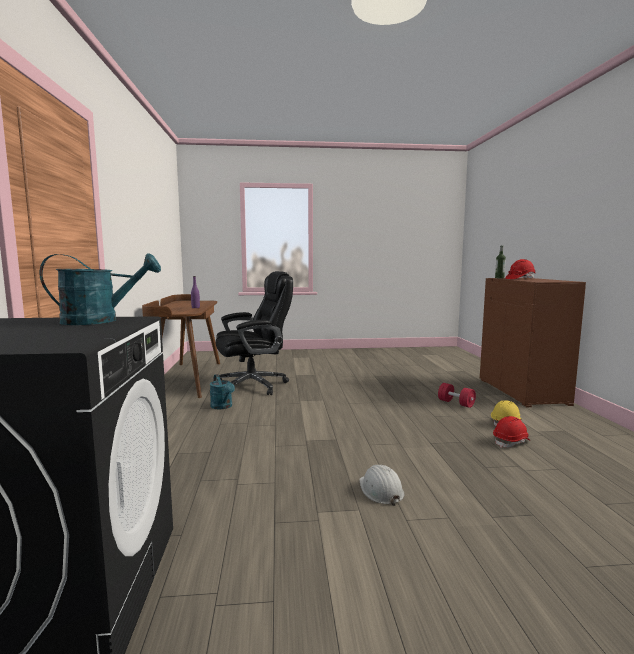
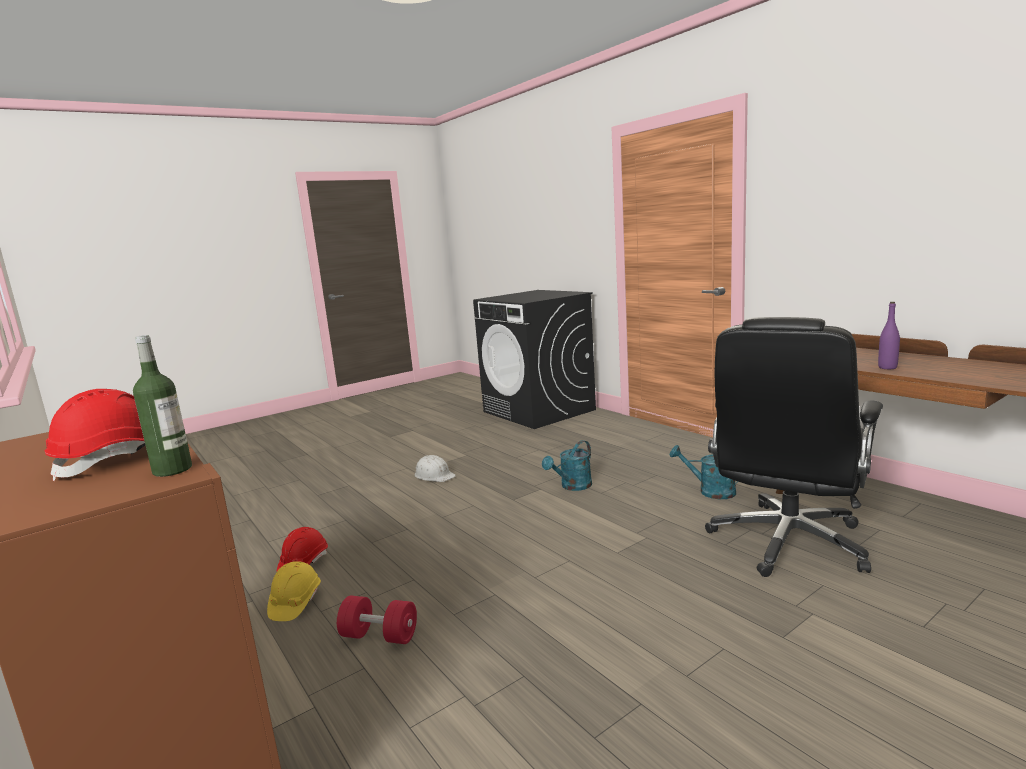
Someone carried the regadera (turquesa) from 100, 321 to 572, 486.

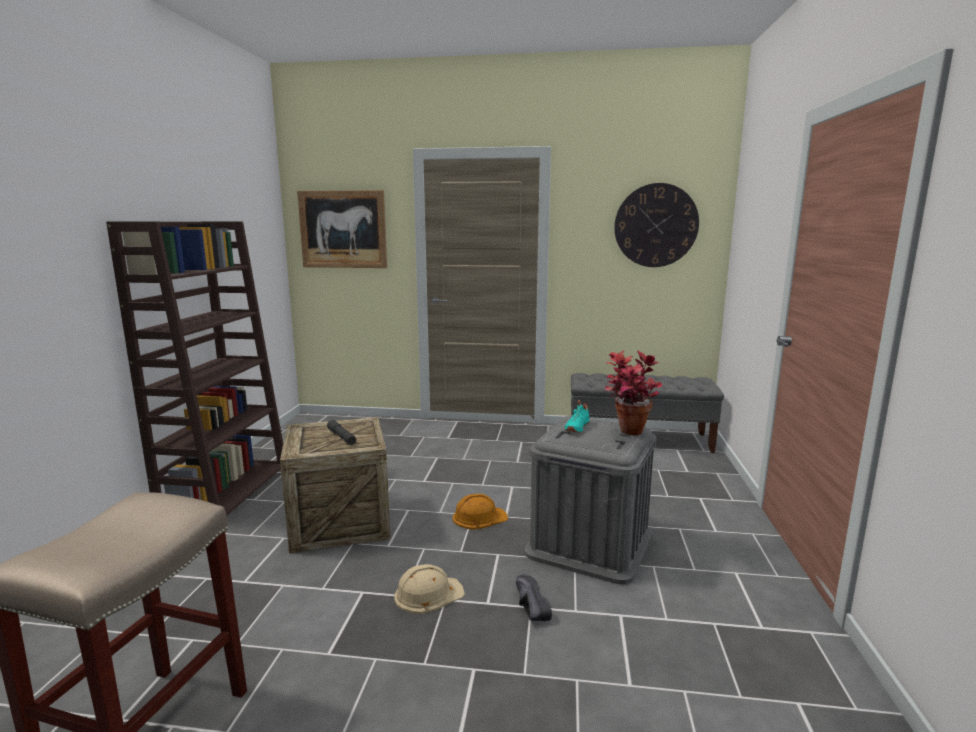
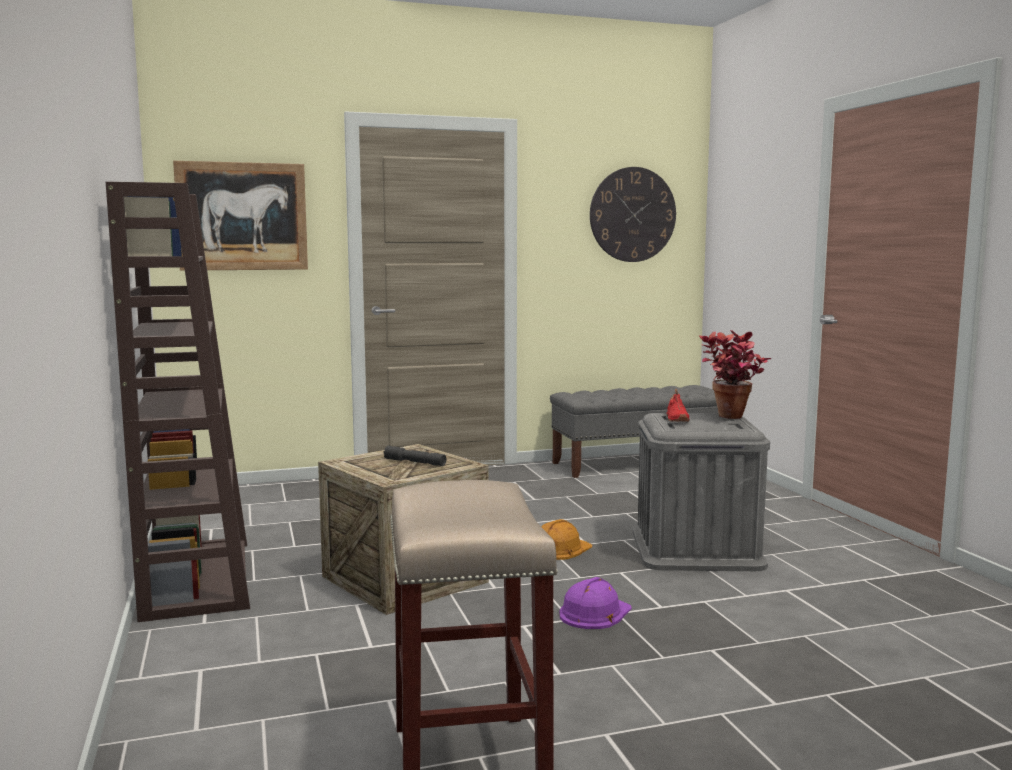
Someone repainted the zapato (turquesa) at 576, 427, which became the zapato (rojo) at 676, 419.
Someone repainted the casco (beis) at 428, 594, which became the casco (morado) at 594, 613.
Someone took away the zapato (negro) at 527, 608.

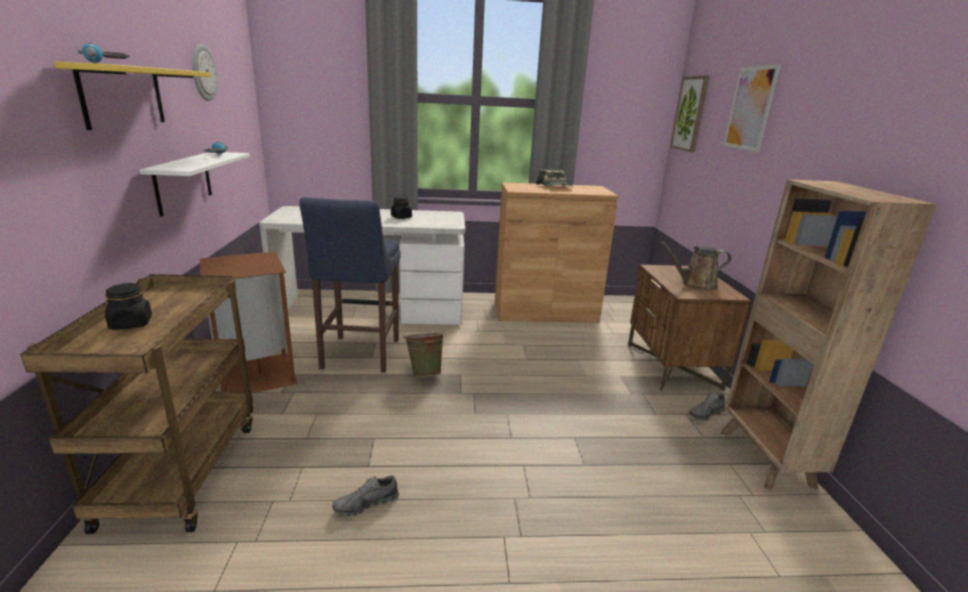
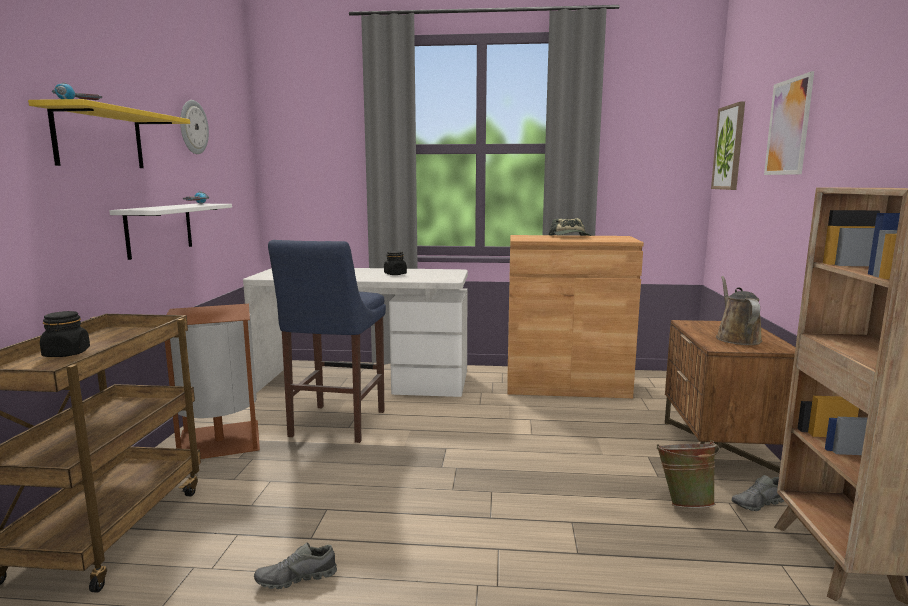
Someone rotated the regadera (marrón) at 695, 284 by 90 degrees clockwise.
Someone carried the cubo (verde) from 425, 373 to 684, 502.

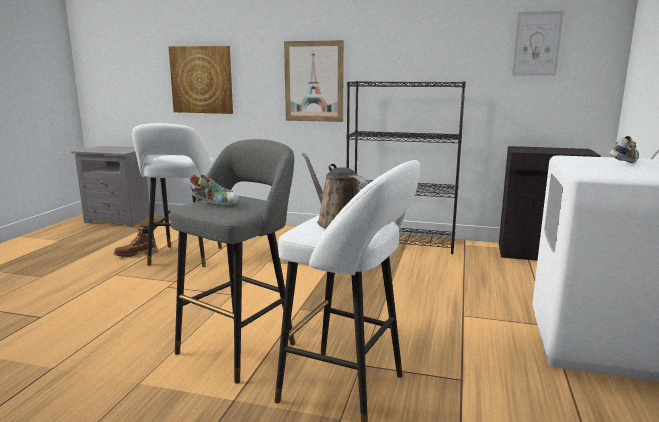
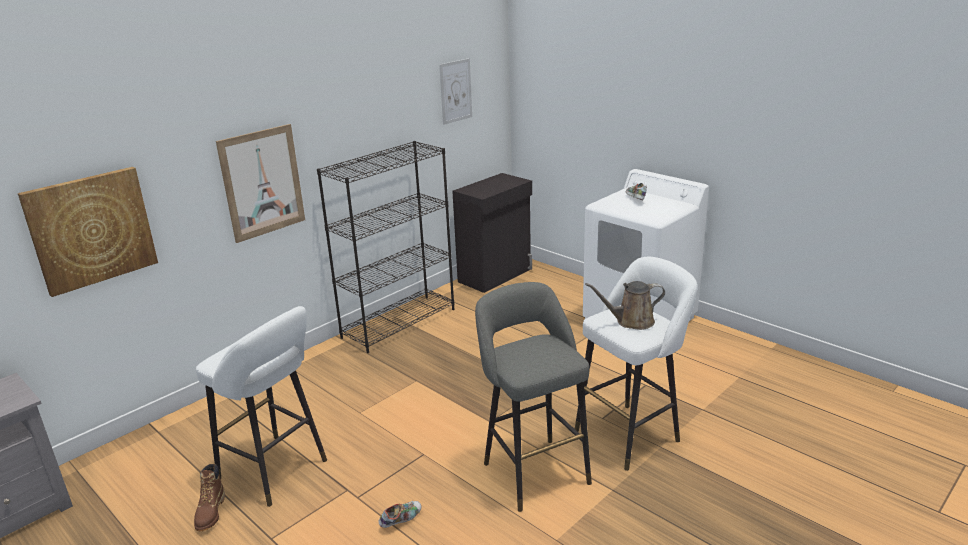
Someone carried the zapato from 215, 203 to 401, 520.

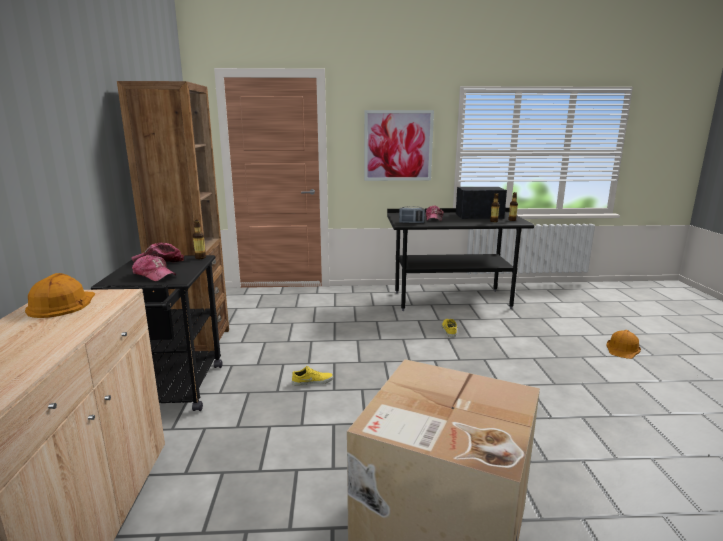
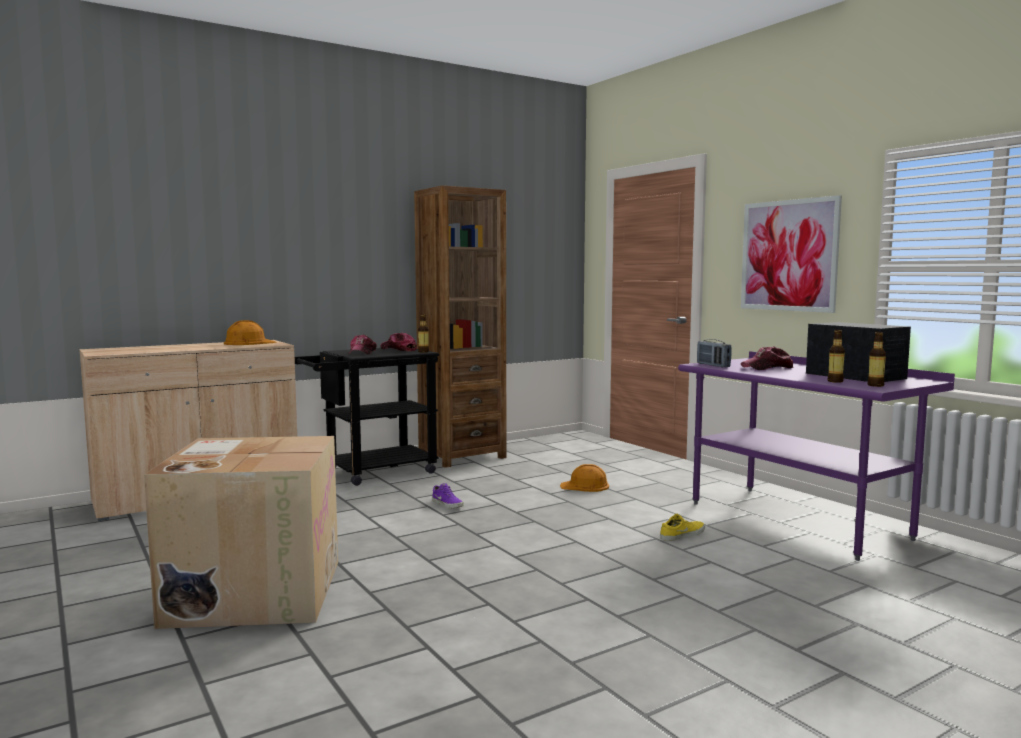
Someone repainted the escritorio (negro) at 451, 300, which became the escritorio (morado) at 797, 520.
Someone carried the casco (naranja) from 623, 349 to 585, 486.
Someone repainted the zapato (amarillo) at 312, 381, which became the zapato (morado) at 448, 504.

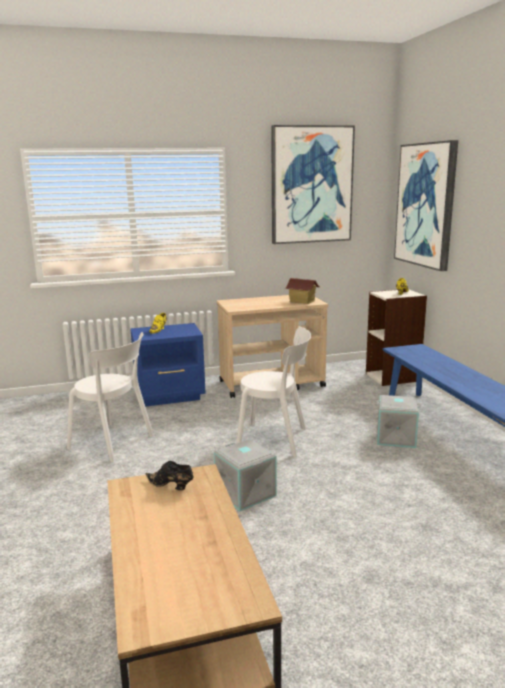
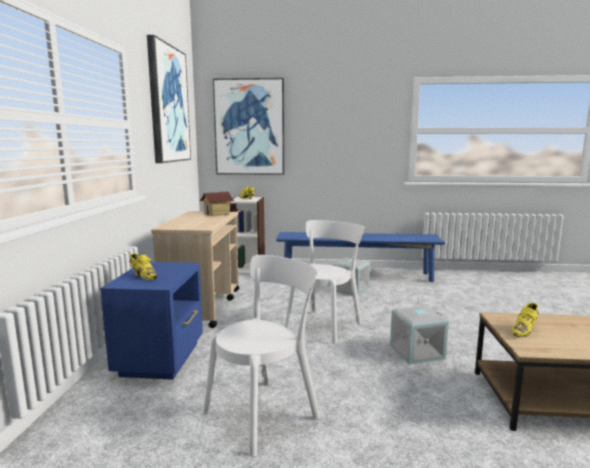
Someone repainted the zapato (negro) at 171, 486, which became the zapato (amarillo) at 525, 330.

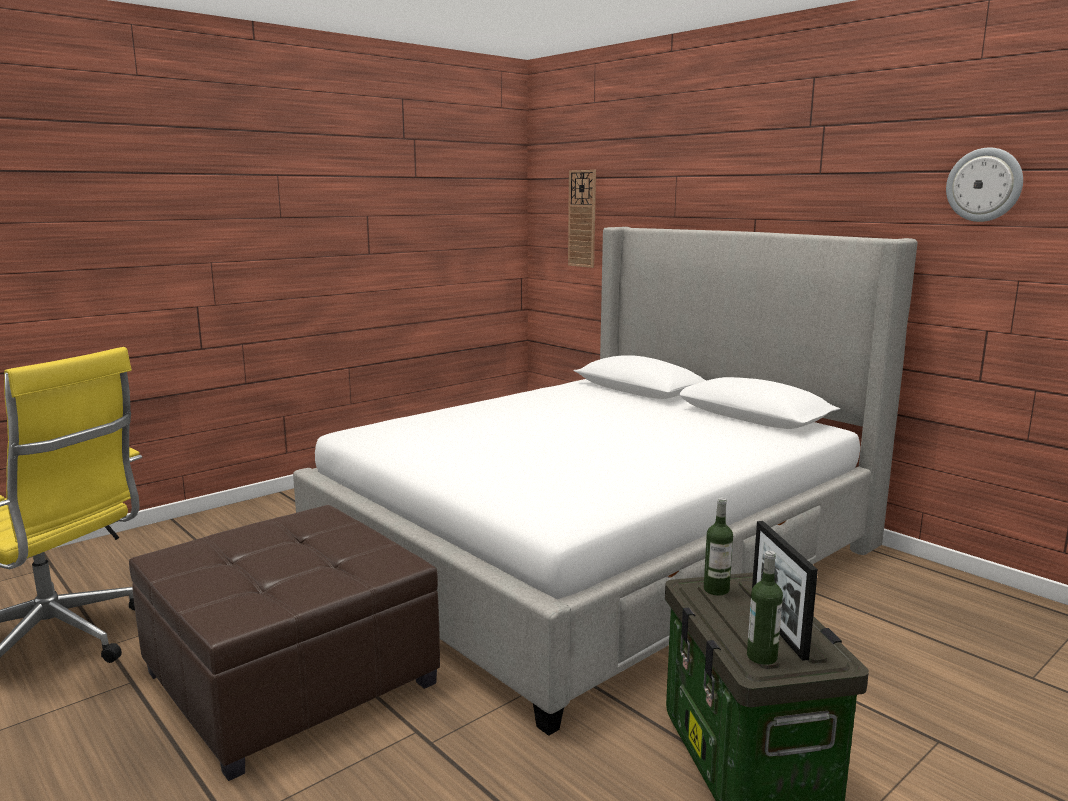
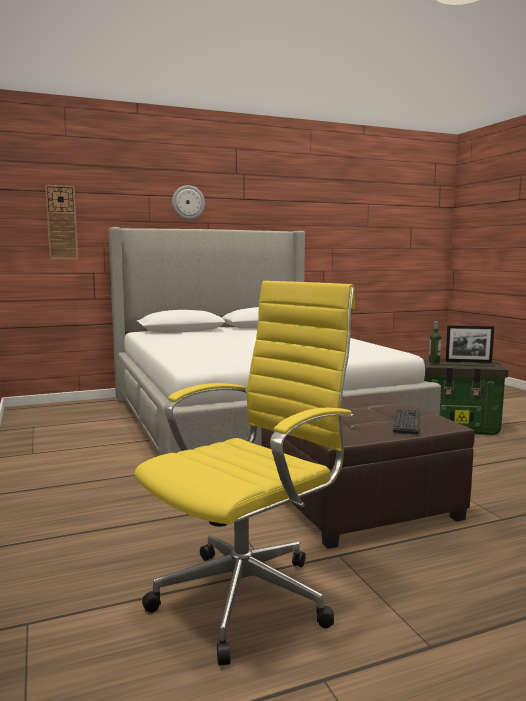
Someone carried the reloj de pared from 984, 185 to 188, 202.
Someone took away the botella at 762, 657.
Someone put down the teclado at 407, 422.

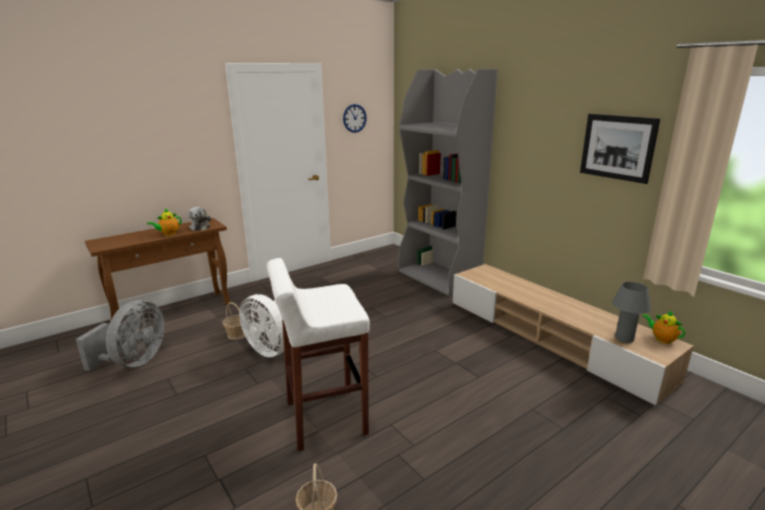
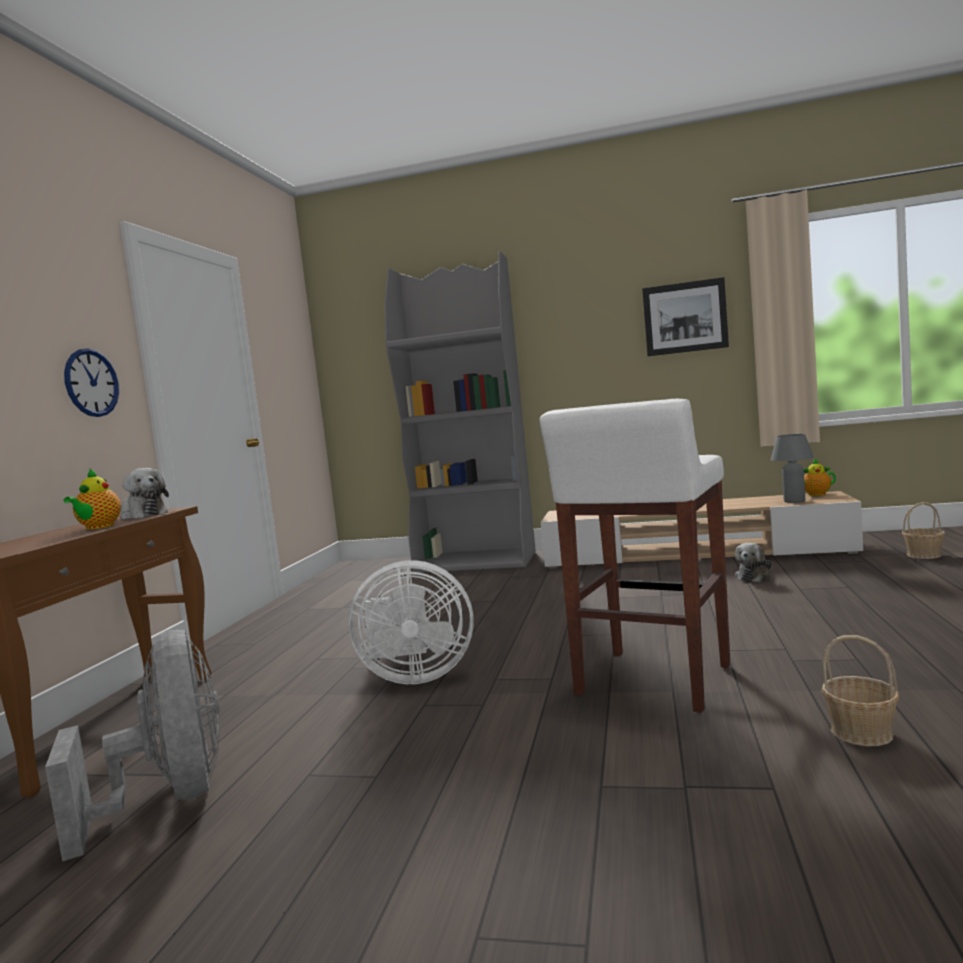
Someone carried the reloj de pared from 354, 118 to 91, 382.
Someone carried the cesta from 237, 334 to 924, 555.
Someone put down the peluche at 754, 576.

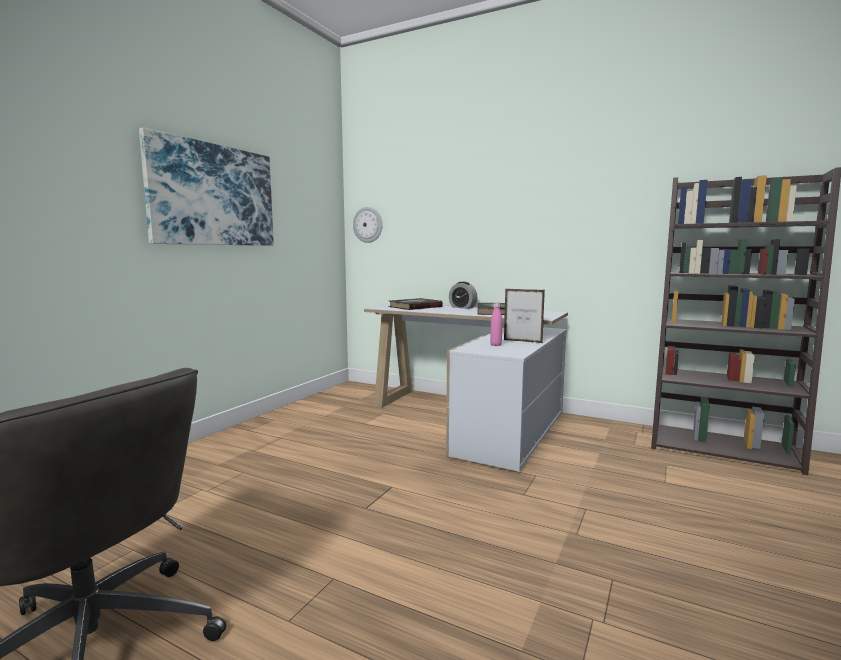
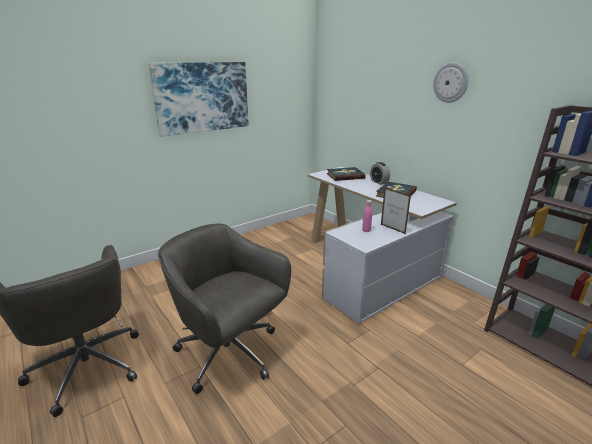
Someone carried the reloj de pared from 368, 225 to 451, 83.
Someone put down the silla de oficina (gris) at 230, 354.

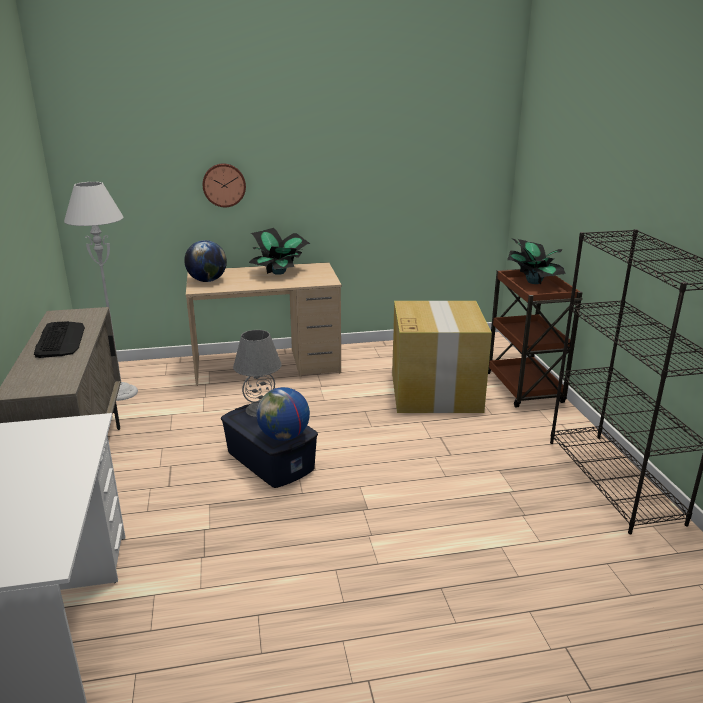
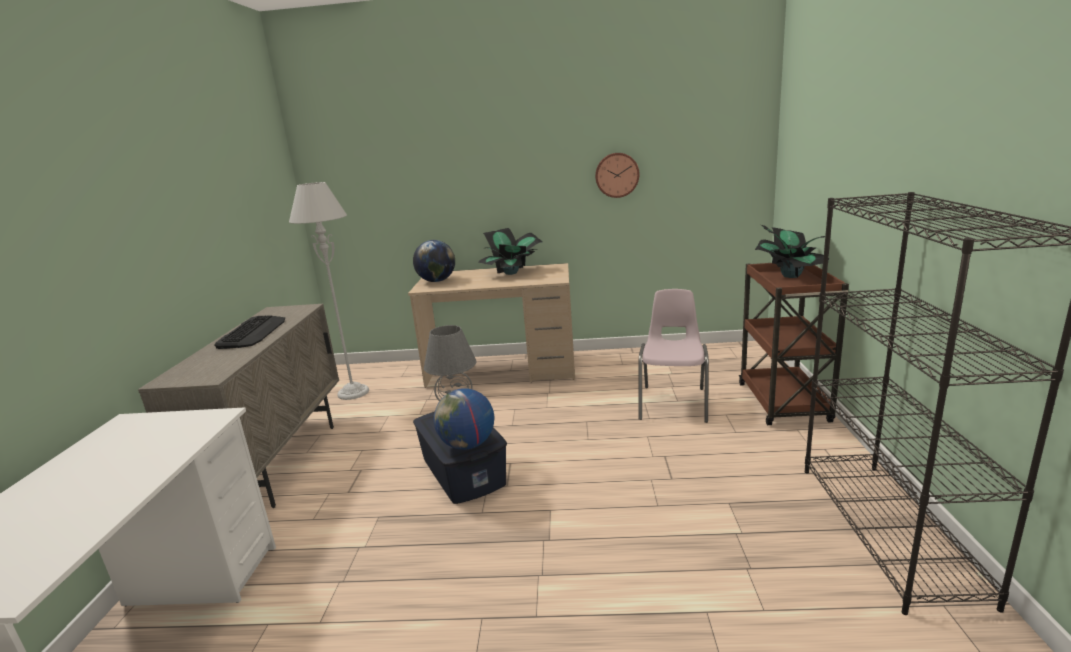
Someone carried the reloj de pared from 224, 185 to 617, 175.
Someone swapped the caja de cartón at 435, 391 for the silla (rosa) at 673, 403.

